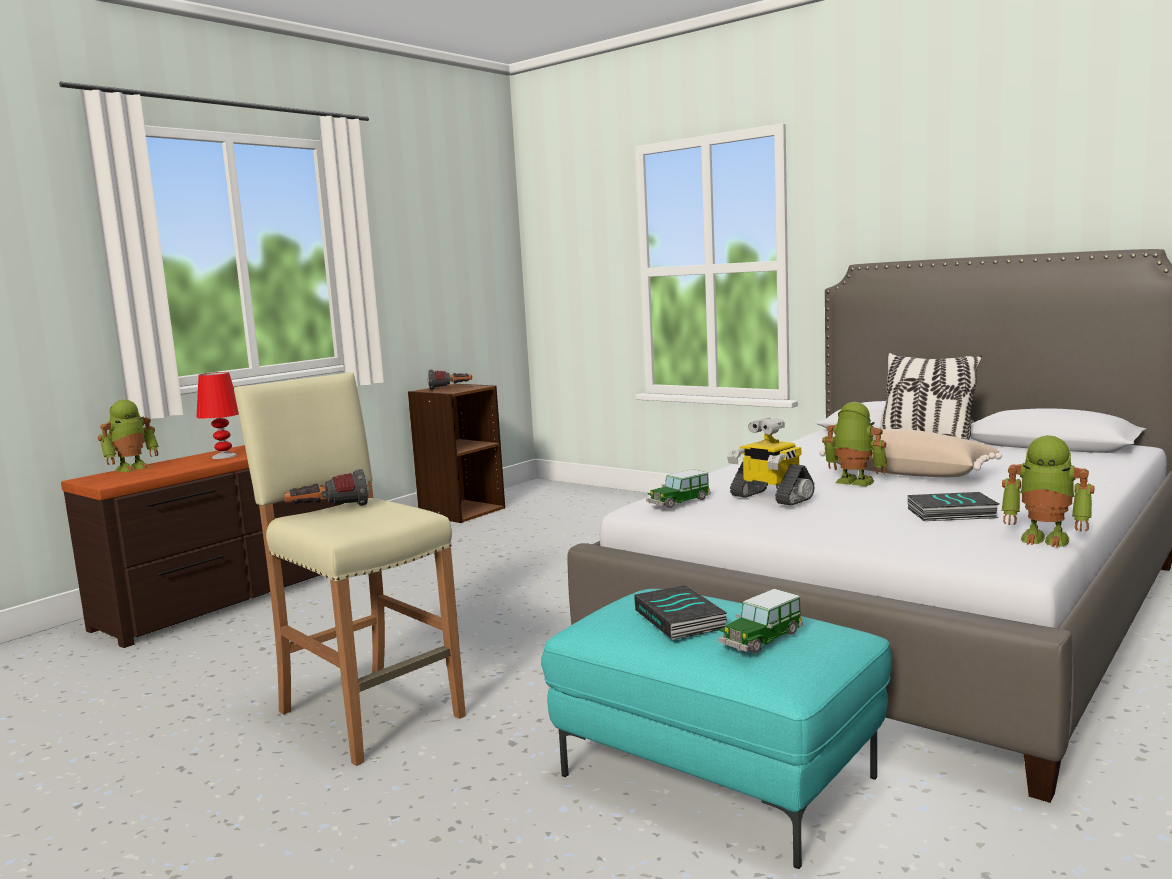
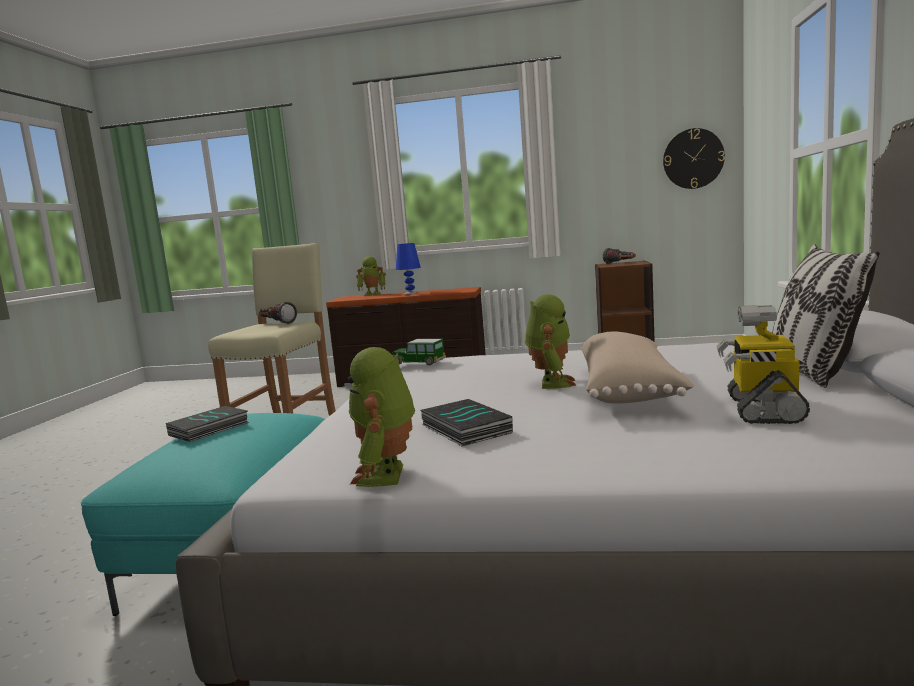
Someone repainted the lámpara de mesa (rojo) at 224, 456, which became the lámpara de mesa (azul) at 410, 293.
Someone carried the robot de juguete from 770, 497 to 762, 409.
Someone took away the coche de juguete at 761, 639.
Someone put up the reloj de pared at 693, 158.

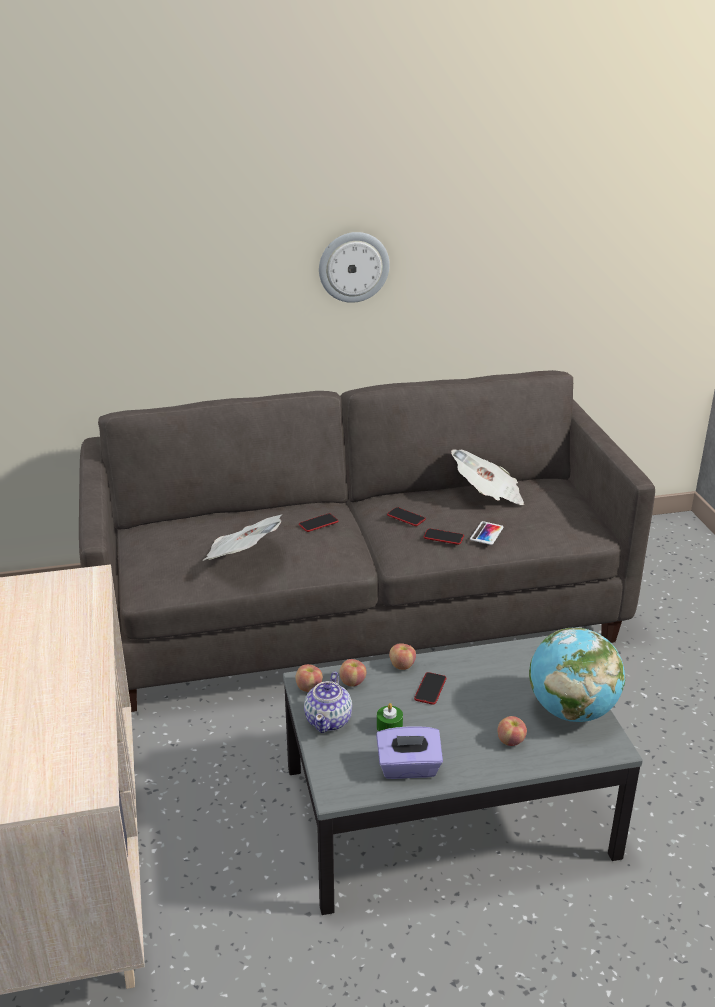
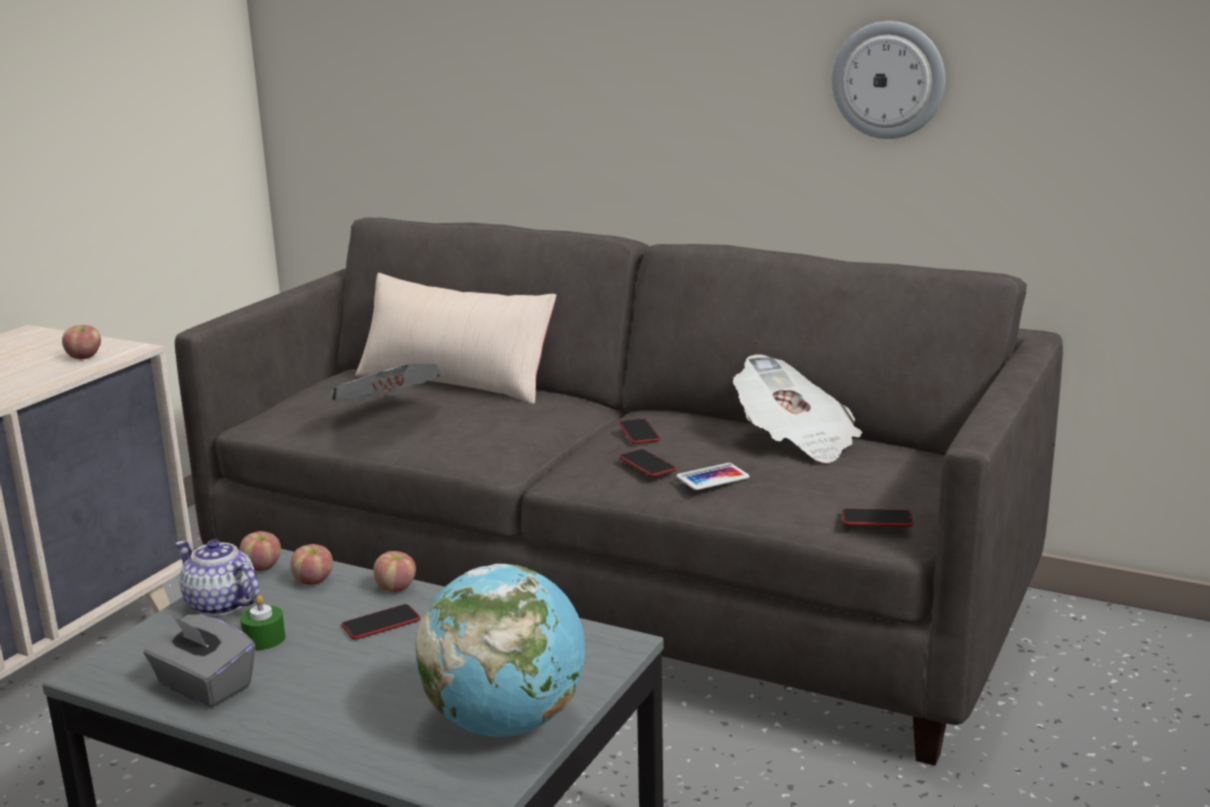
Someone carried the reloj de pared from 353, 267 to 888, 80.
Someone carried the móvil from 318, 523 to 877, 519.
Someone rotated the tetera at 329, 720 by 75 degrees clockwise.
Someone carried the manzana from 511, 741 to 84, 357.
Someone repainted the caja de pañuelos (morado) at 408, 768, which became the caja de pañuelos (gris) at 204, 687.
Someone put down the cojín (beis) at 455, 382.

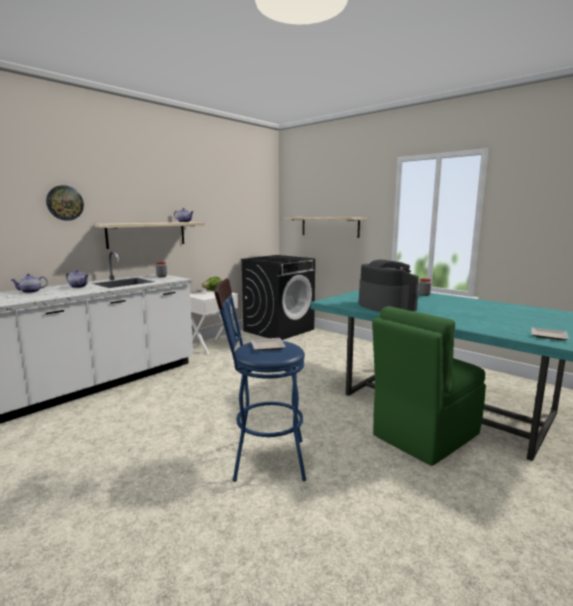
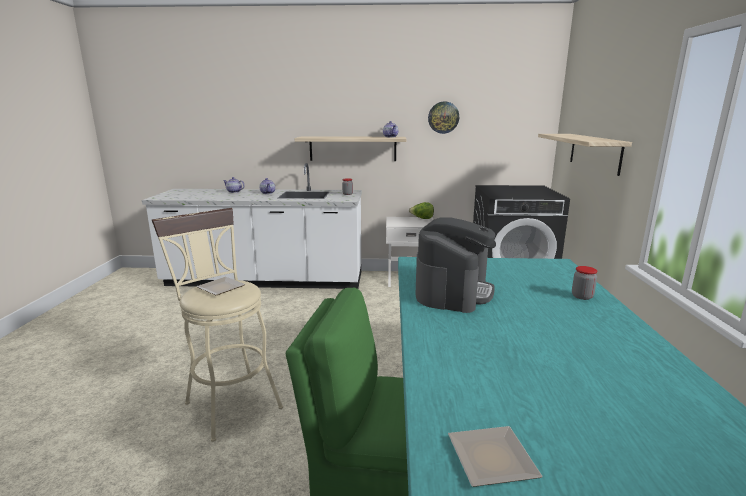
Someone carried the reloj de pared from 65, 203 to 443, 117.
Someone repainted the taburete (azul) at 262, 459, which became the taburete (beis) at 229, 401.

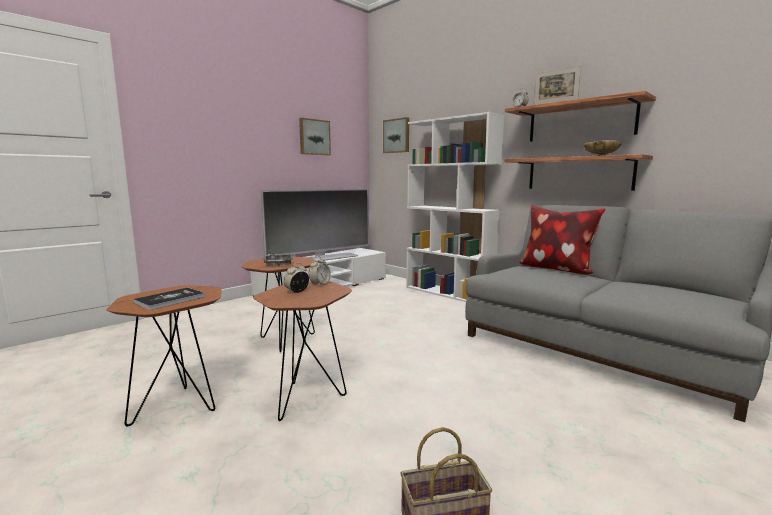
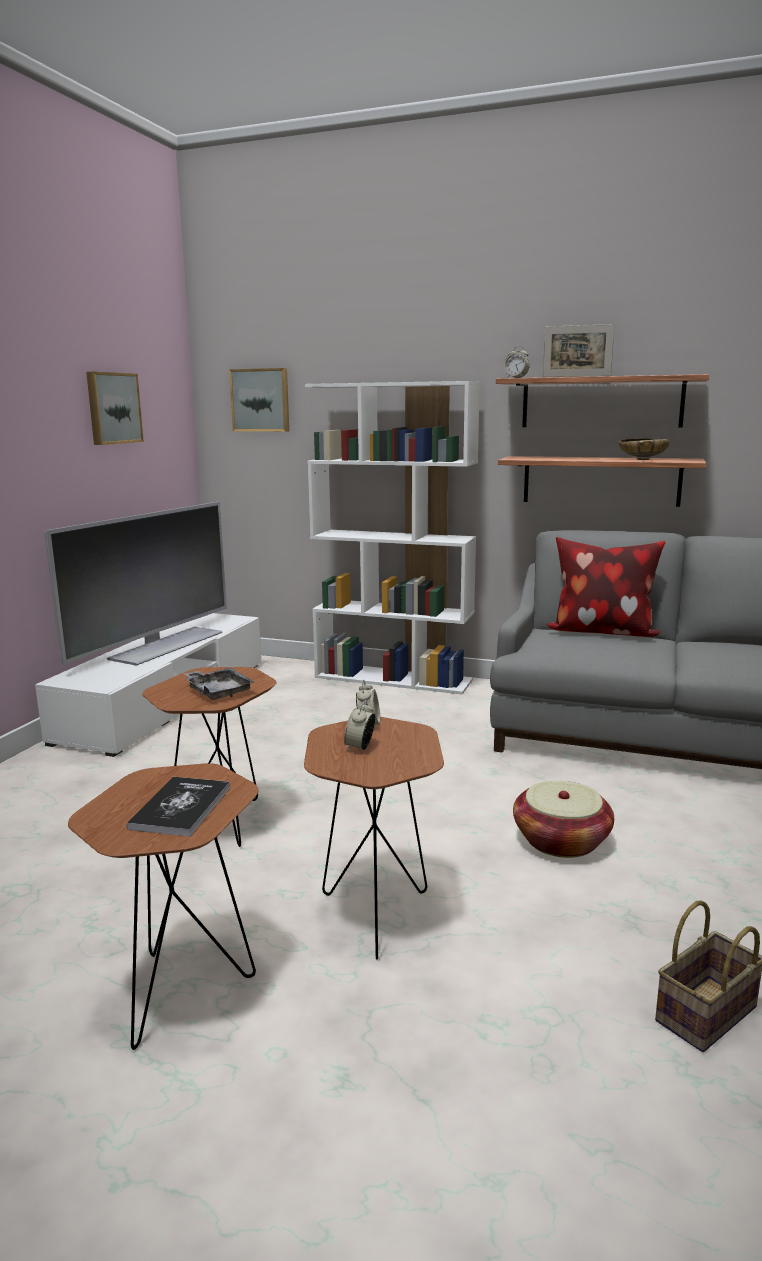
Someone put down the cesta at 561, 841.

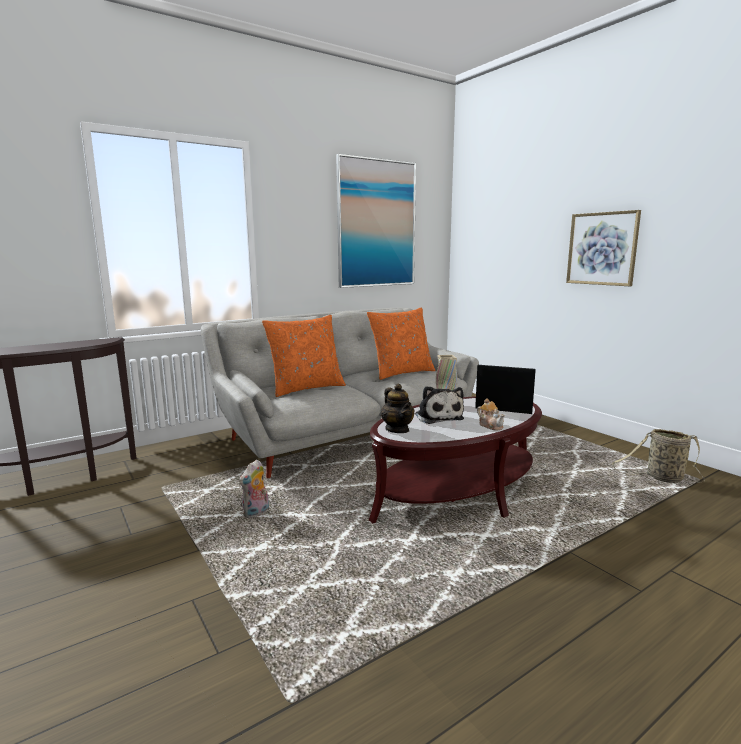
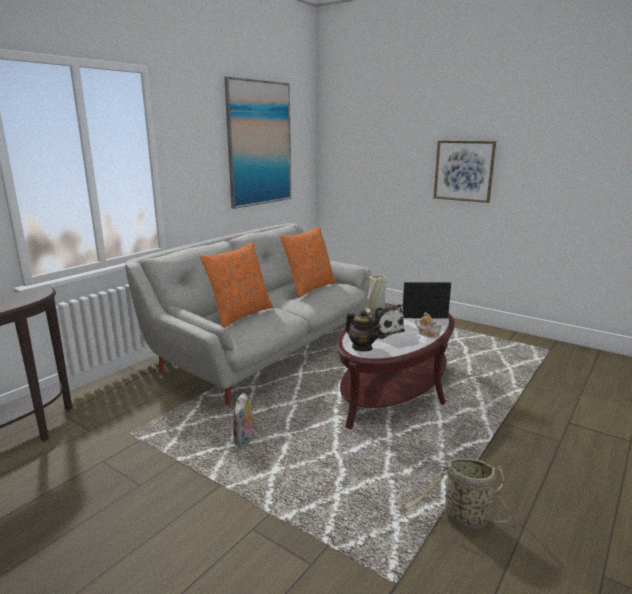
Someone carried the cesta from 661, 478 to 462, 519.

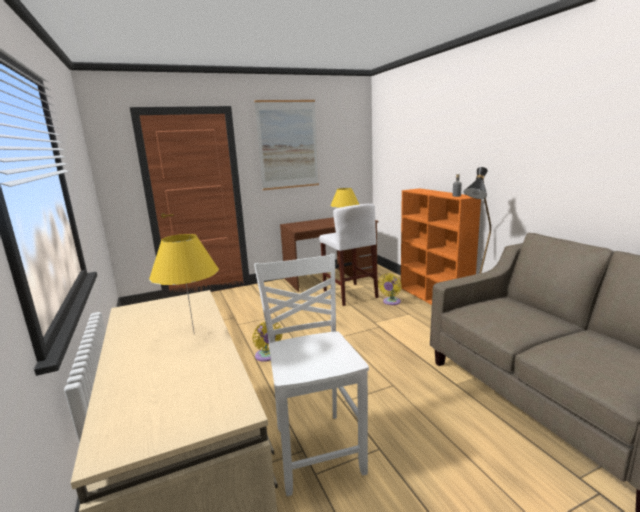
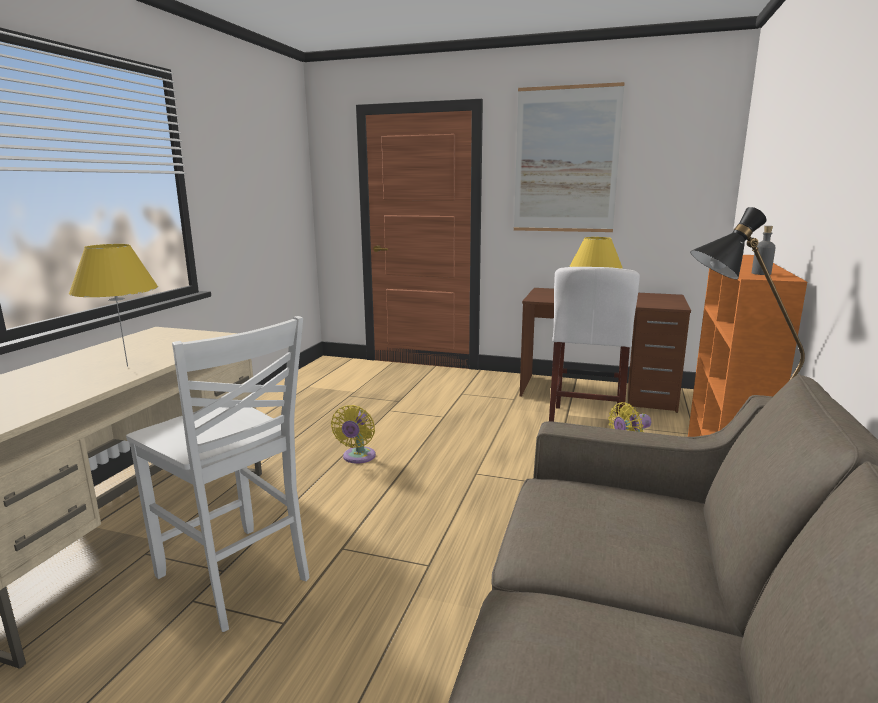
Someone rotated the silla (blanco) at 317, 448 by 105 degrees clockwise.

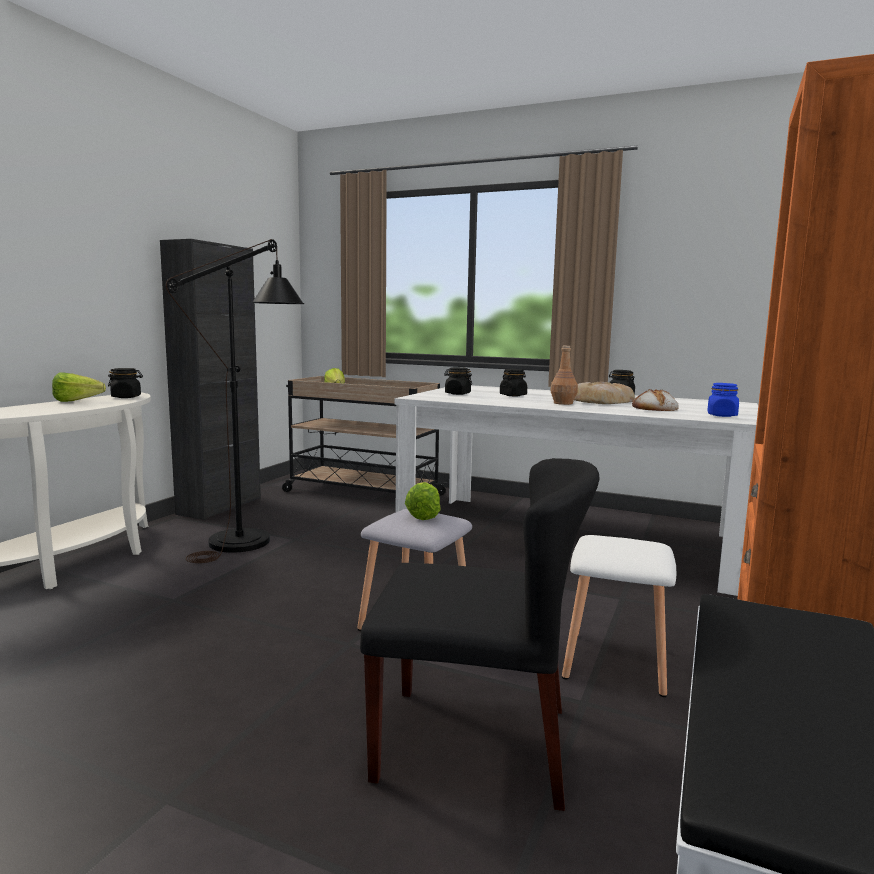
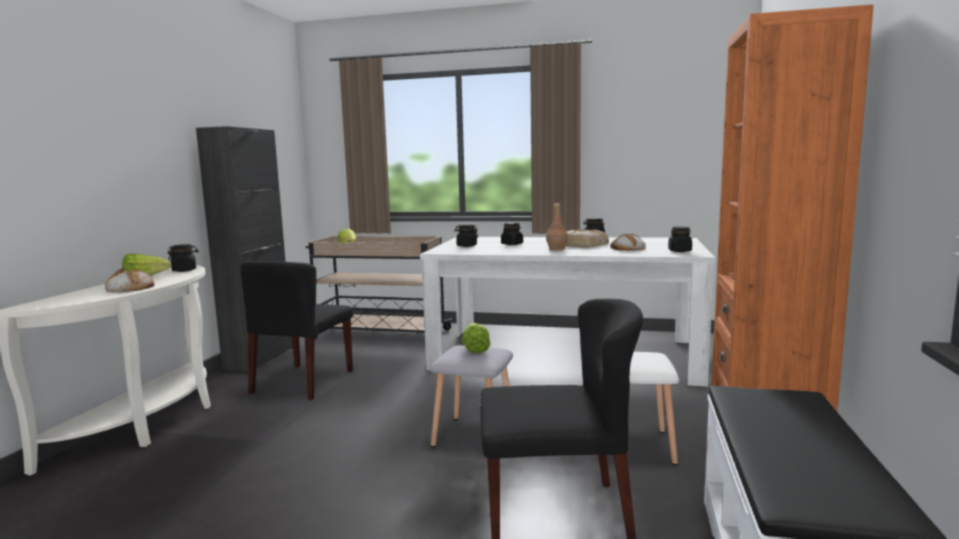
Someone swapped the lámpara de pie (negro) at 252, 537 for the silla (negro) at 303, 382.
Someone repainted the tarro (azul) at 722, 415, which became the tarro (negro) at 679, 251.
Someone put down the pan at 129, 288.

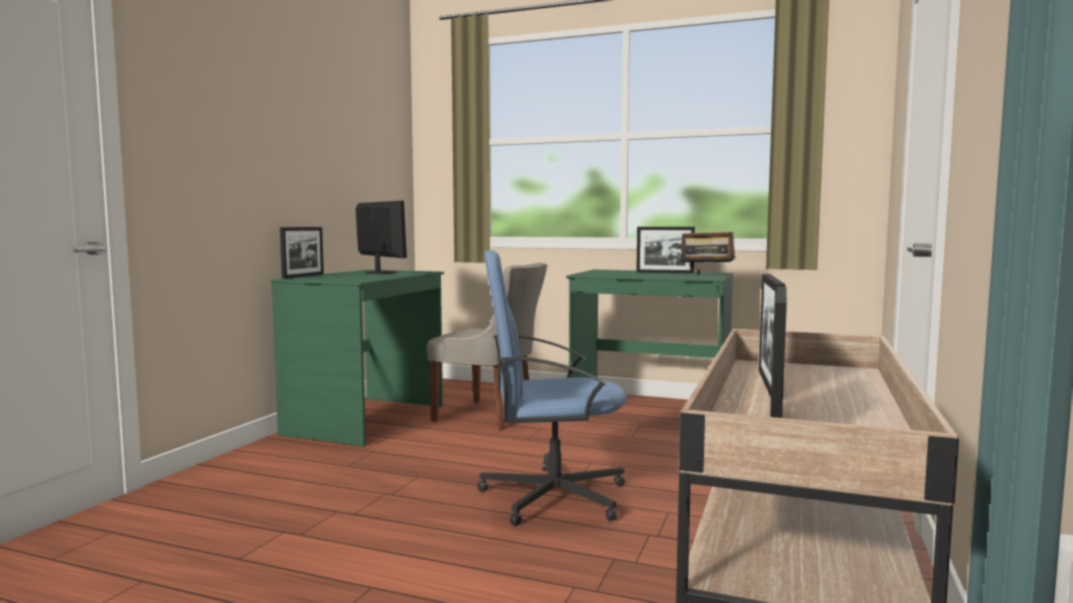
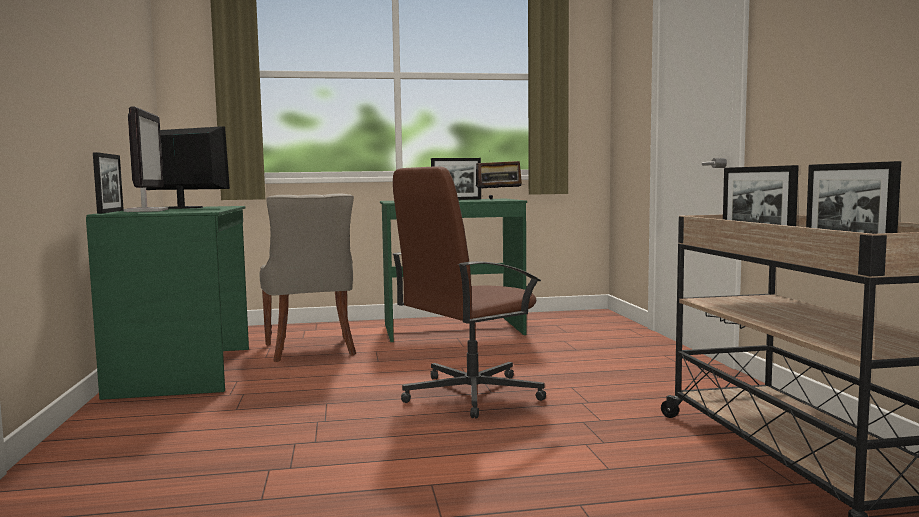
Someone repainted the silla de oficina (azul) at 551, 496, which became the silla de oficina (marrón) at 469, 394.
Someone rotated the silla (gris) at 489, 416 by 75 degrees clockwise.
Someone put down the monitor at 146, 211.

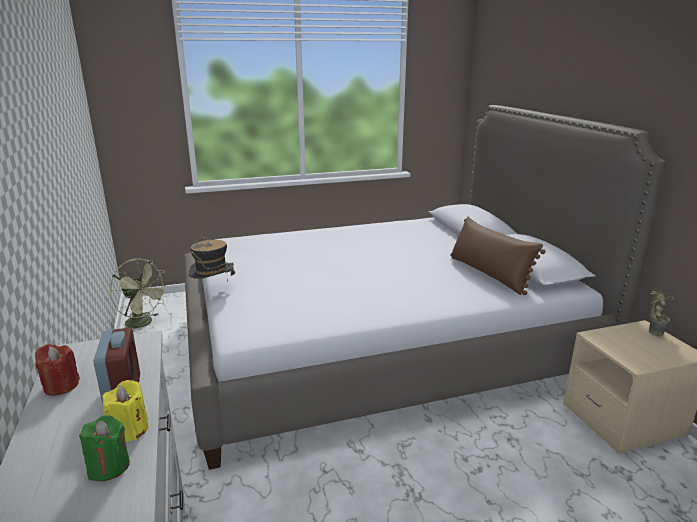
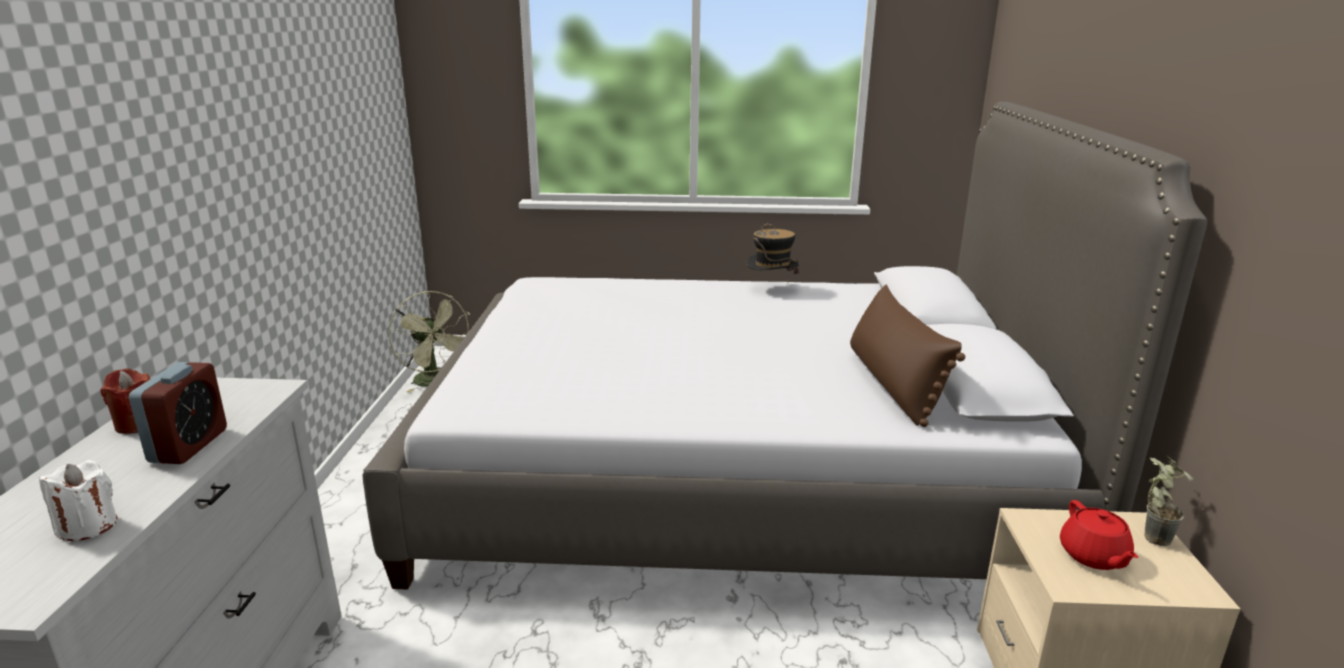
Someone carried the sombrero from 213, 290 to 771, 289.
Someone took away the vela (amarillo) at 129, 430.
Someone repainted the vela (verde) at 109, 467, which became the vela (blanco) at 88, 526.
Someone put down the tetera (rojo) at 1093, 556.

